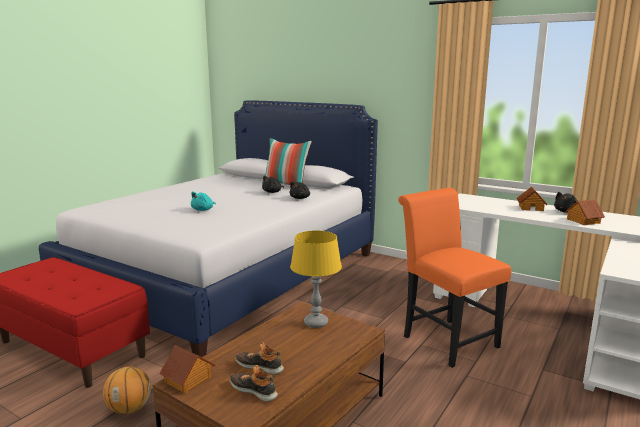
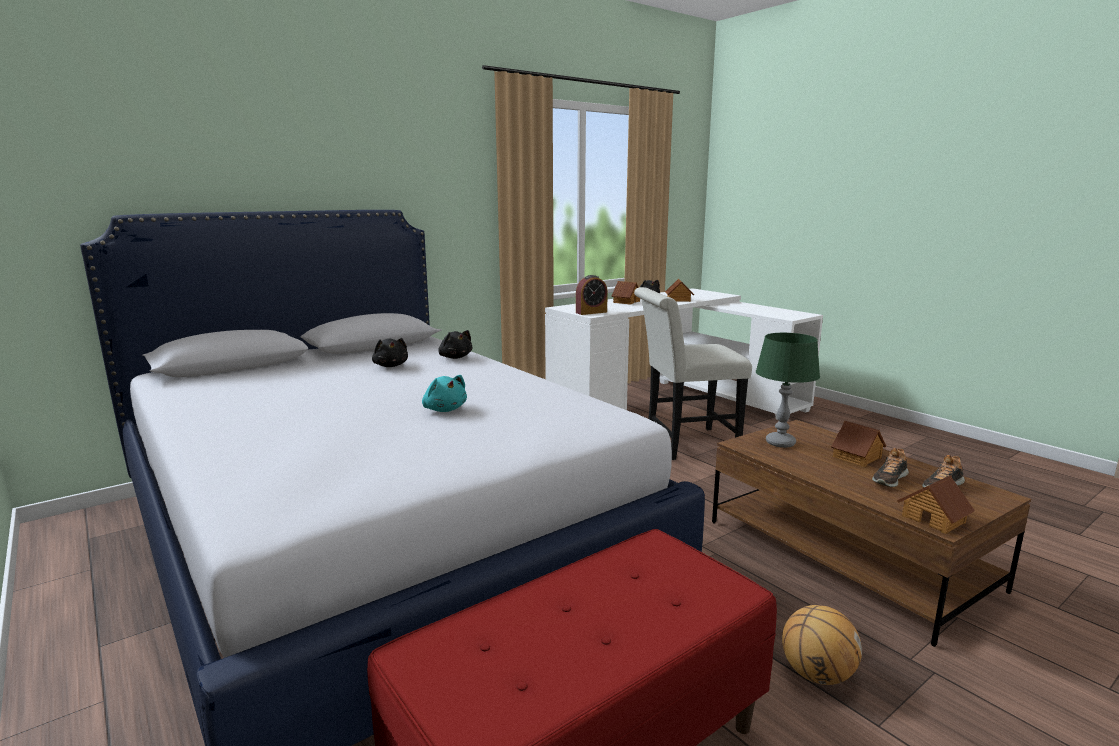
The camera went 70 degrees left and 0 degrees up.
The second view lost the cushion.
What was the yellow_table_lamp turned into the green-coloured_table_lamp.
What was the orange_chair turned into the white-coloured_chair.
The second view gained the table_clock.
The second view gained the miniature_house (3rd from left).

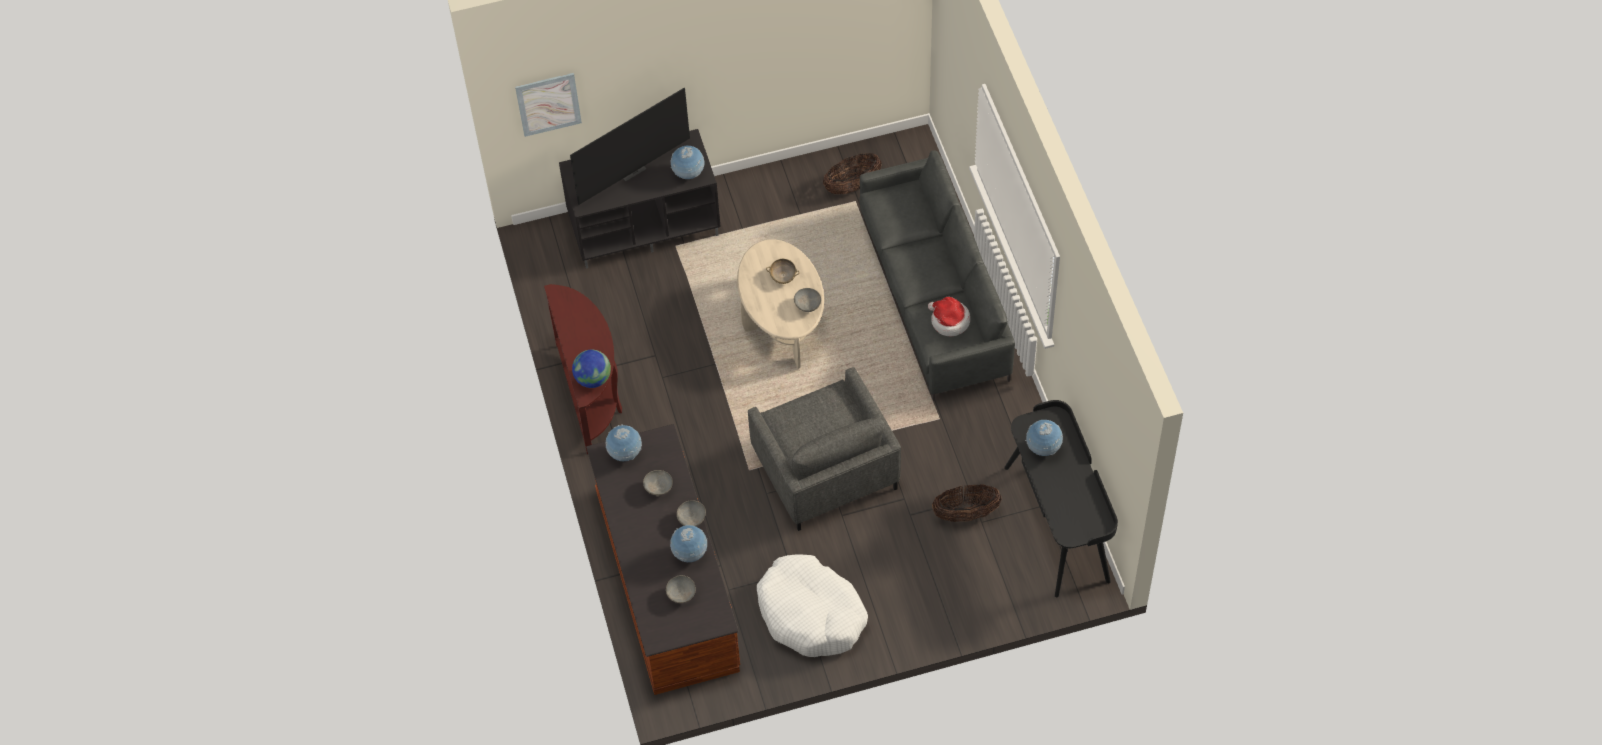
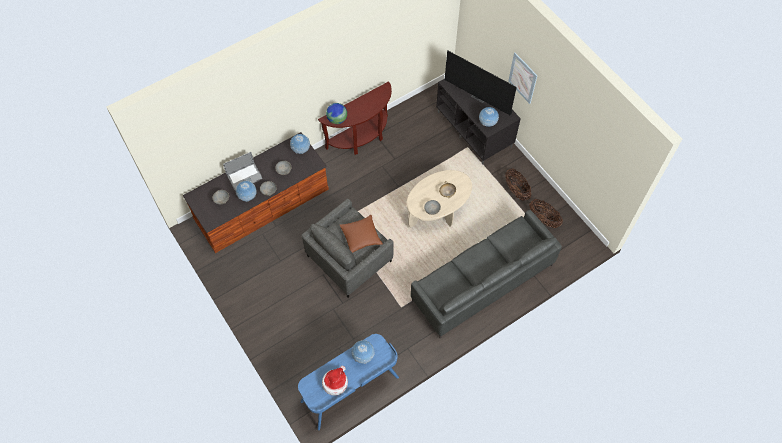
The camera went 70 degrees right and 5 degrees up.
The picture ended up elsewhere.
The second view lost the white-coloured_pet_bed.
The hat ended up elsewhere.
The basket (2nd from left in the first image) ended up elsewhere.
What was the black-coloured_desk_table turned into the bluish_desk_table.
The second view gained the laptop.
The second view gained the brown-coloured_cushion.

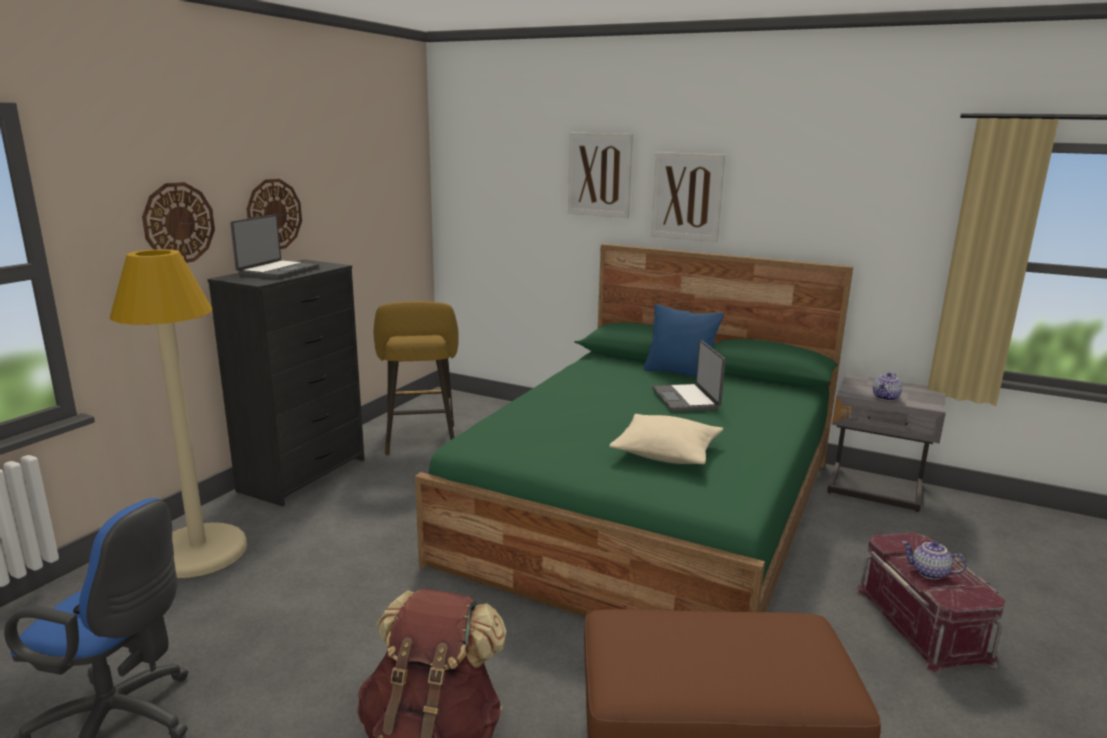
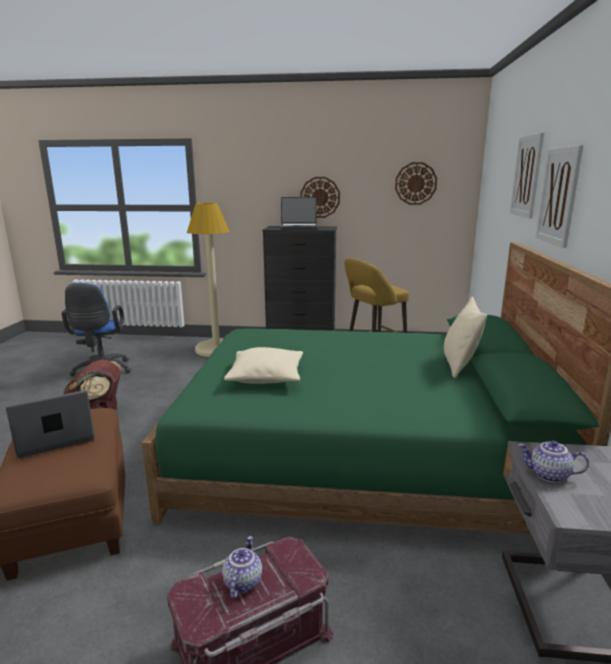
The camera went 70 degrees right and 0 degrees up.
The hanging_clock (1st from left in the first image) ended up elsewhere.
What was the bluish_cushion turned into the beige_cushion (2nd from left).
The laptop (2nd from left in the first image) ended up elsewhere.

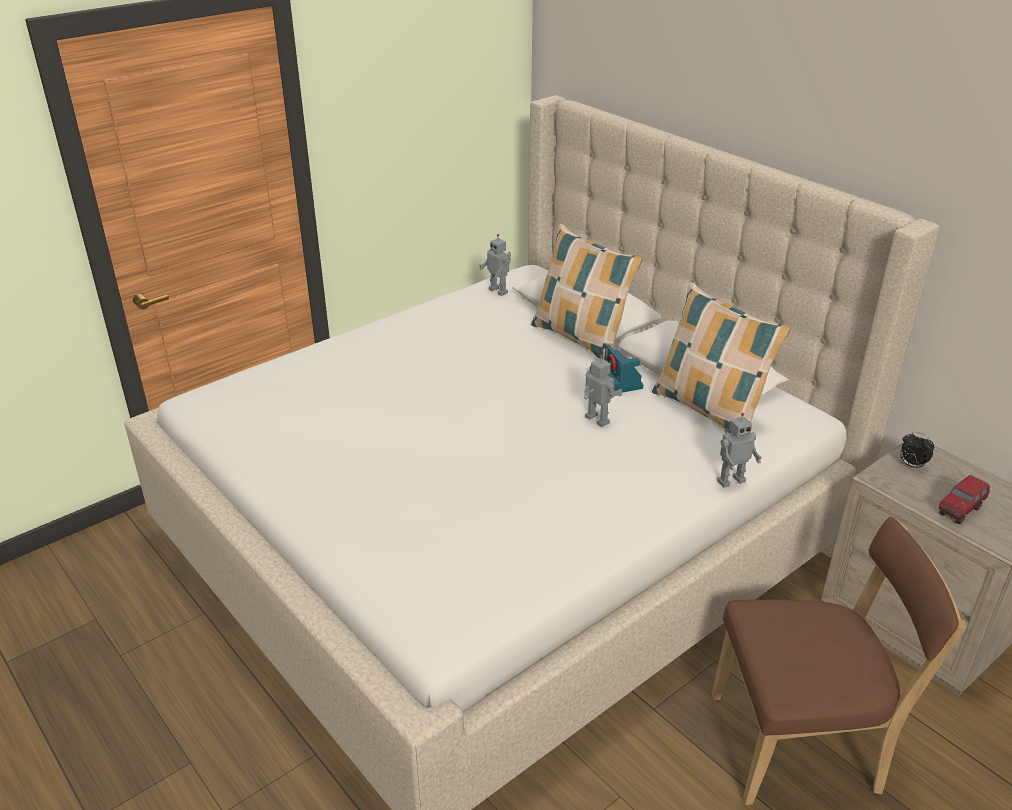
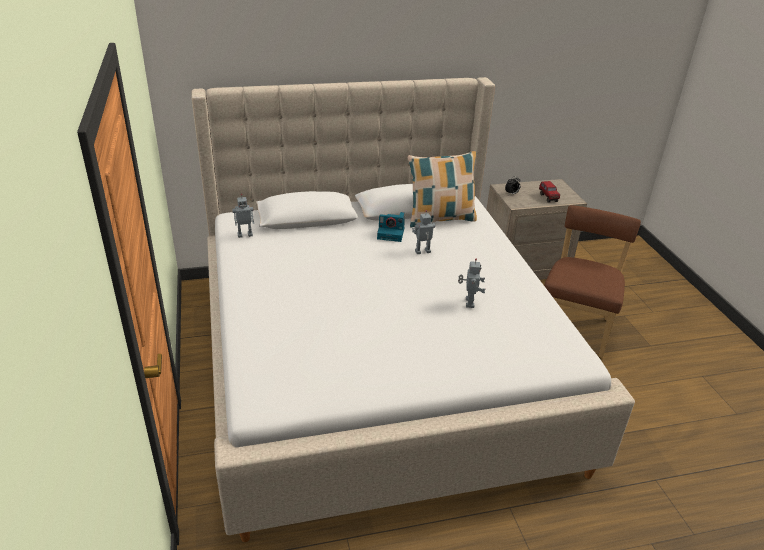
The camera went 65 degrees left and 0 degrees up.
The second view lost the cushion (1st from left).
The model_robot (3rd from left) ended up elsewhere.

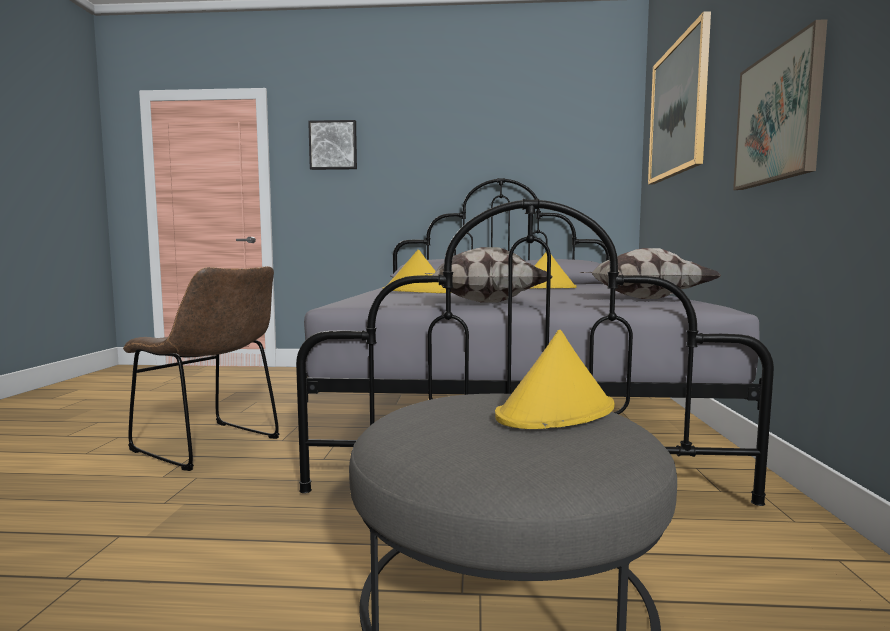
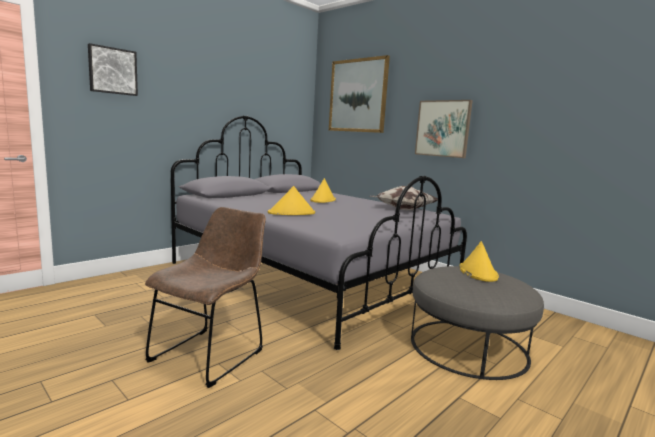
The camera went 50 degrees left and 5 degrees up.
The brown-coloured_chair ended up facing another way, 45 degrees counterclockwise from before.
The second view lost the cushion (1st from left).

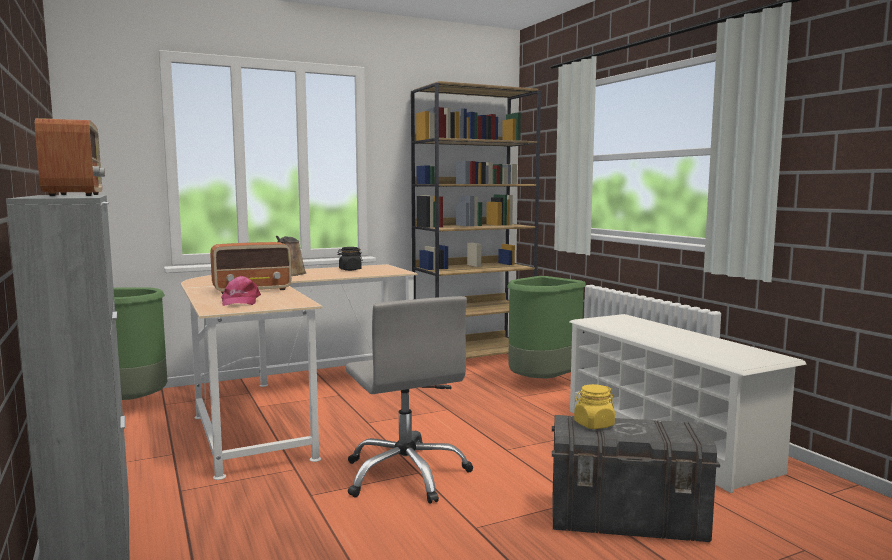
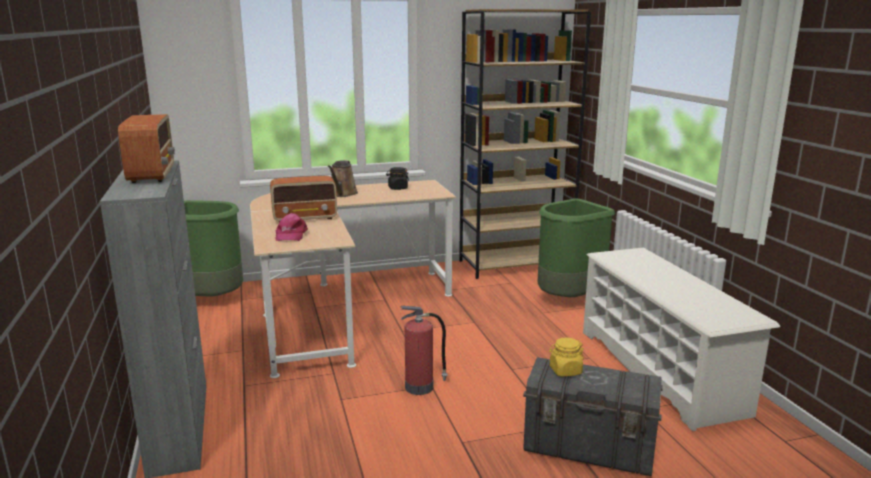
The camera went 10 degrees right and 10 degrees up.
Where the grey_computer_chair stood, the fire_extinguisher came to stand.

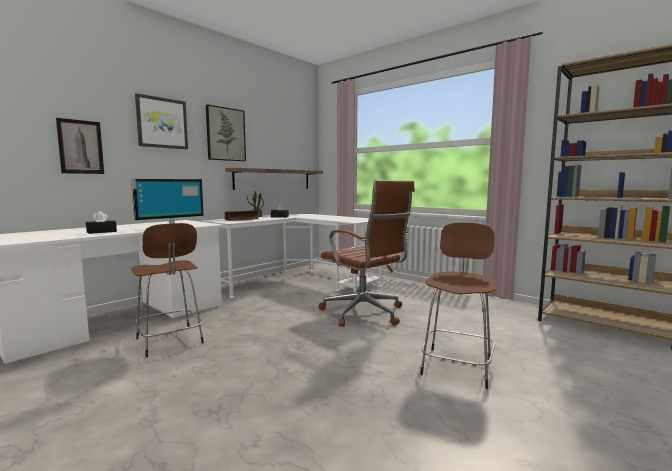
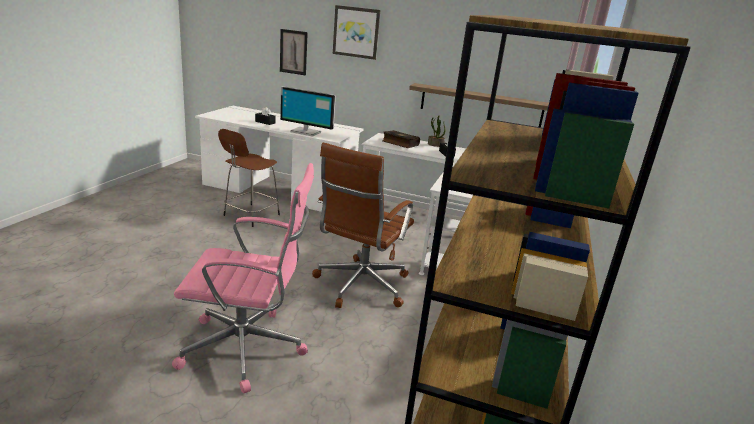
The camera went 65 degrees right and 15 degrees up.
The second view lost the picture (3rd from left).
Where the brown-coloured_sitting_stool (2nd from left) stood, the pinkish_computer_chair came to stand.

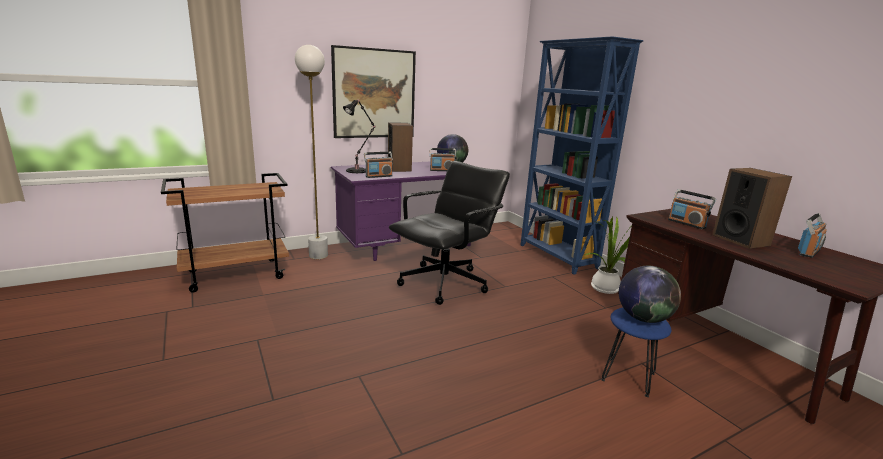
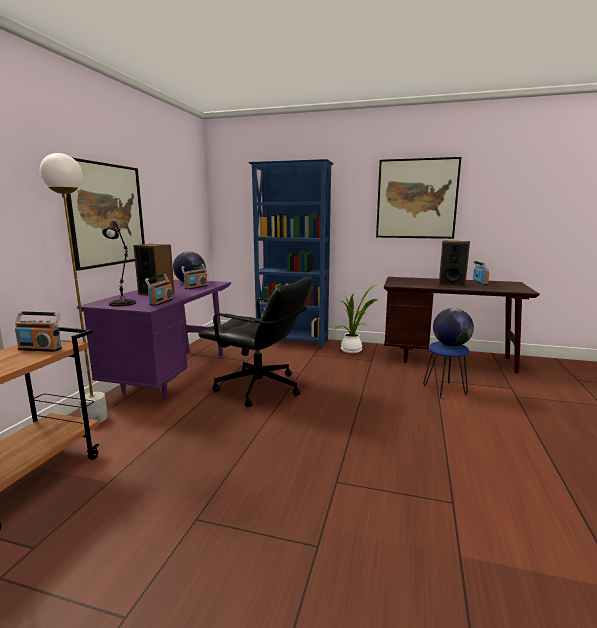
The camera went 45 degrees left and 5 degrees down.
The black-coloured_computer_chair ended up facing another way, 120 degrees clockwise from before.
The radio_receiver (3rd from left in the first image) ended up elsewhere.
The second view gained the picture (2nd from left).

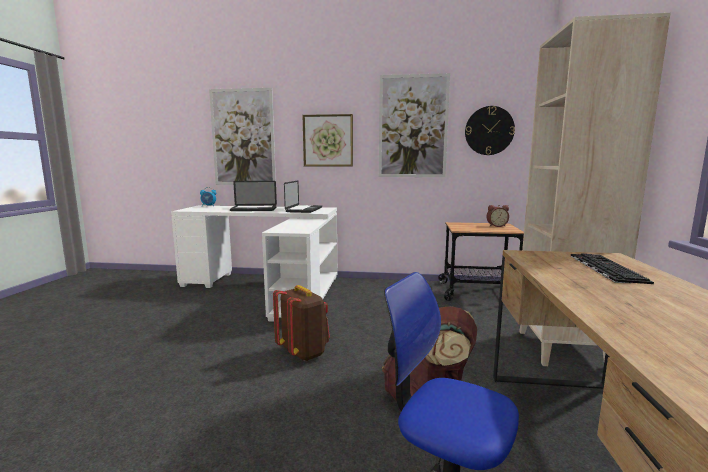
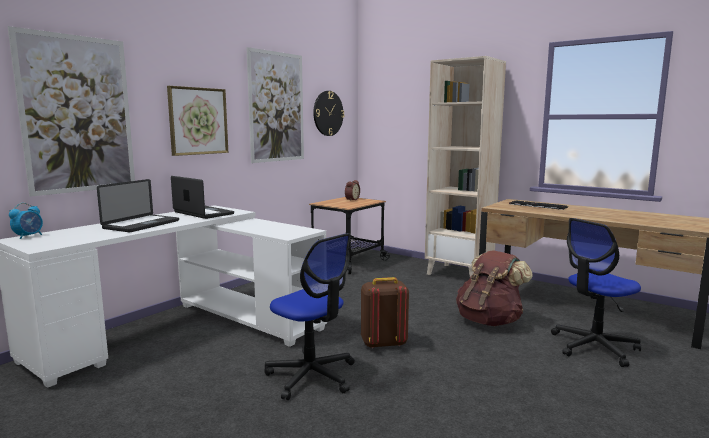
The camera went 60 degrees left and 0 degrees up.
The second view gained the computer_chair (1st from left).

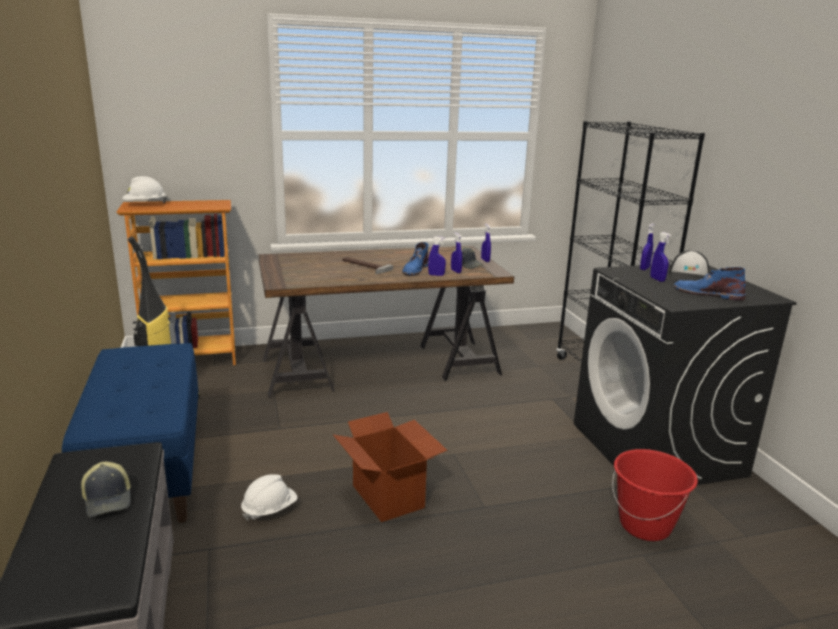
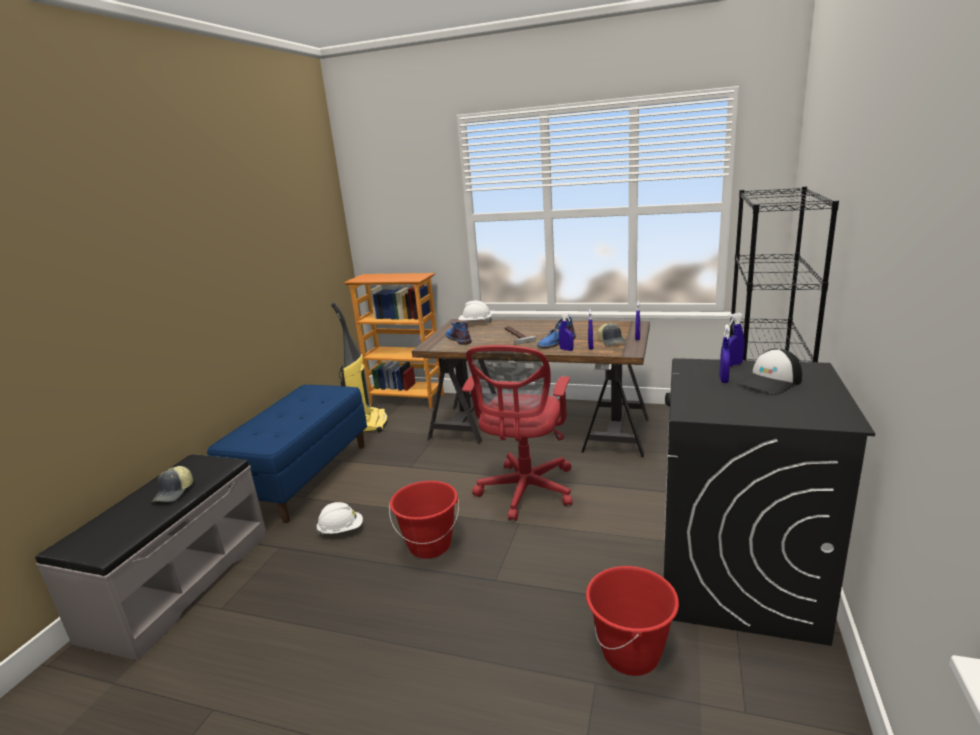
The camera went 35 degrees right and 0 degrees up.
The white-coloured_safety_helmet (1st from left in the first image) ended up elsewhere.
Where the carton stood, the reddish_pail (1st from left) came to stand.
The bluish_high-top_boot (2nd from left in the first image) ended up elsewhere.
The second view gained the reddish_computer_chair.

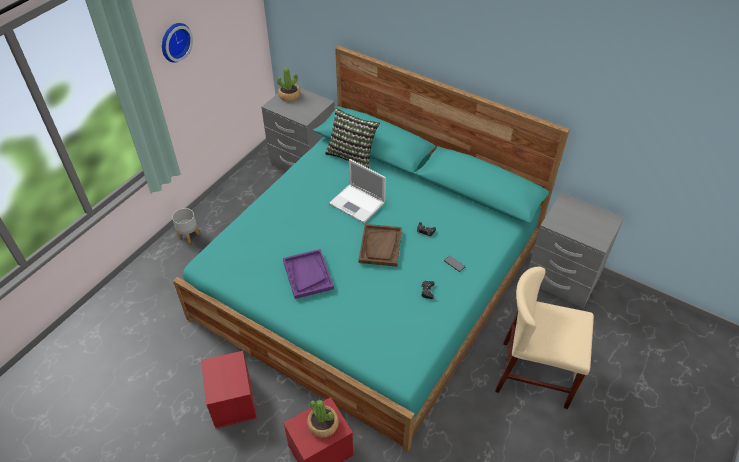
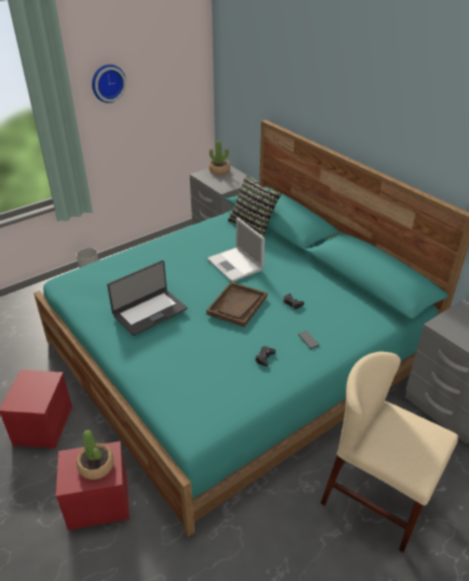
The camera went 20 degrees right and 10 degrees down.
Where the purplish_carrying_tray stood, the laptop (1st from left) came to stand.

